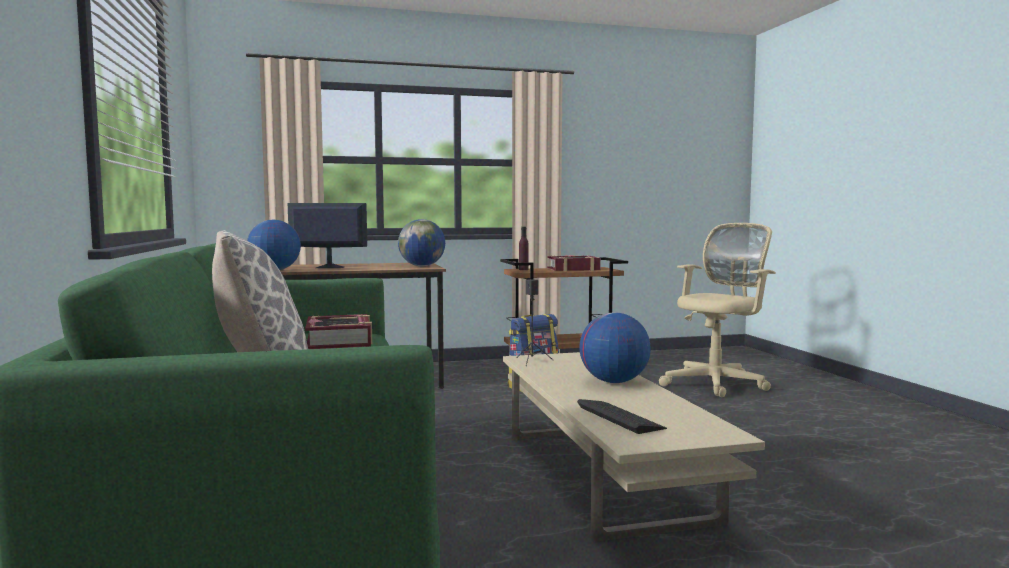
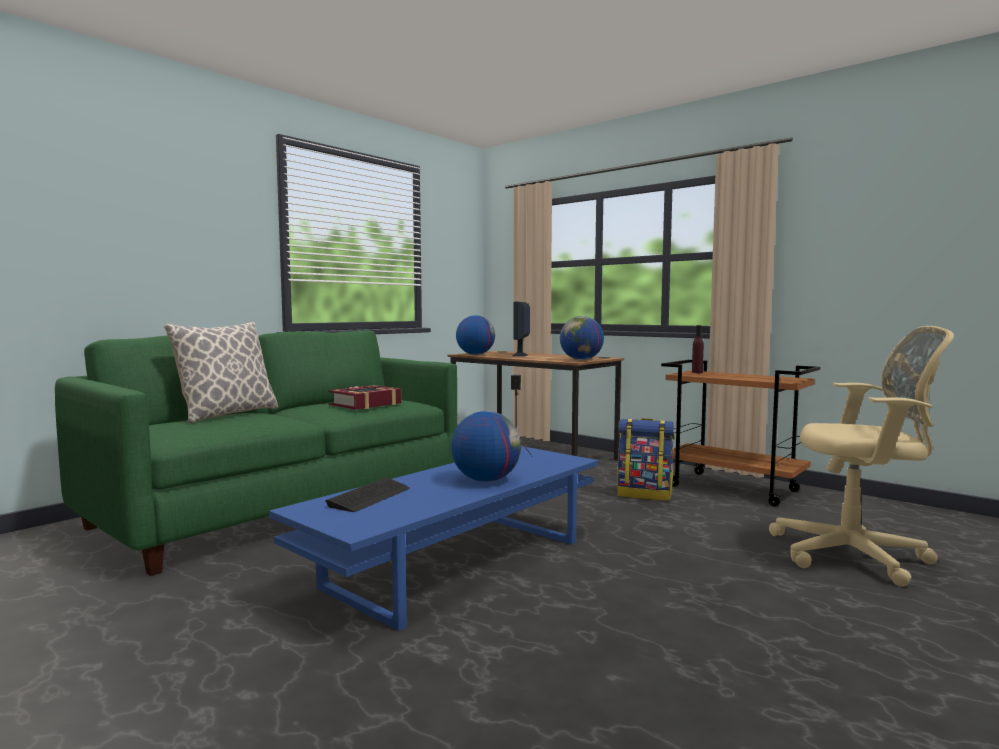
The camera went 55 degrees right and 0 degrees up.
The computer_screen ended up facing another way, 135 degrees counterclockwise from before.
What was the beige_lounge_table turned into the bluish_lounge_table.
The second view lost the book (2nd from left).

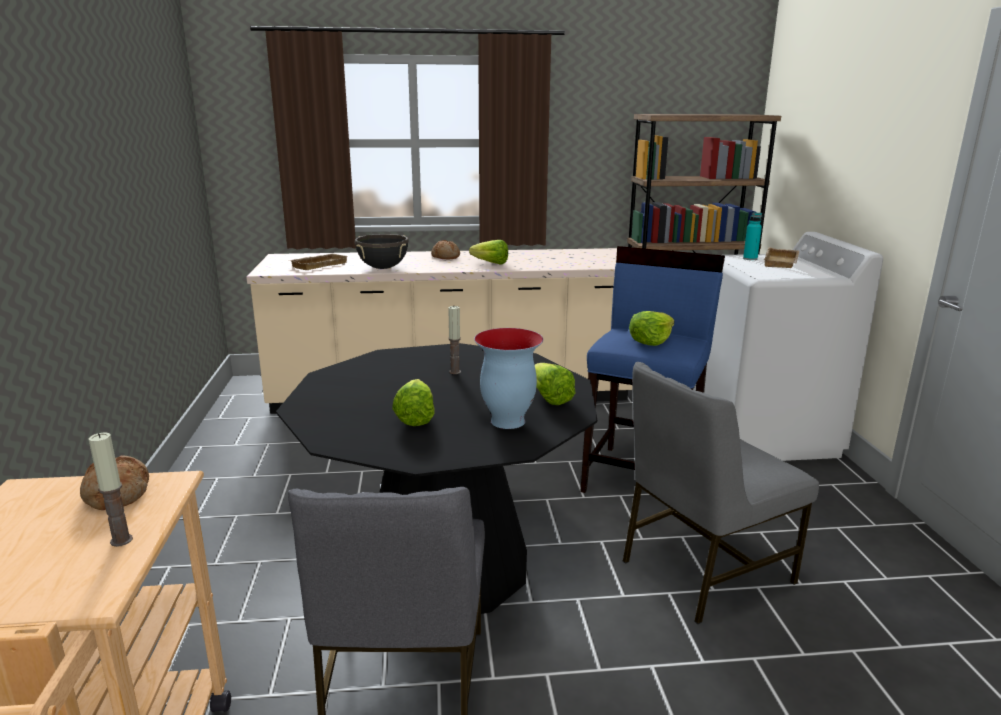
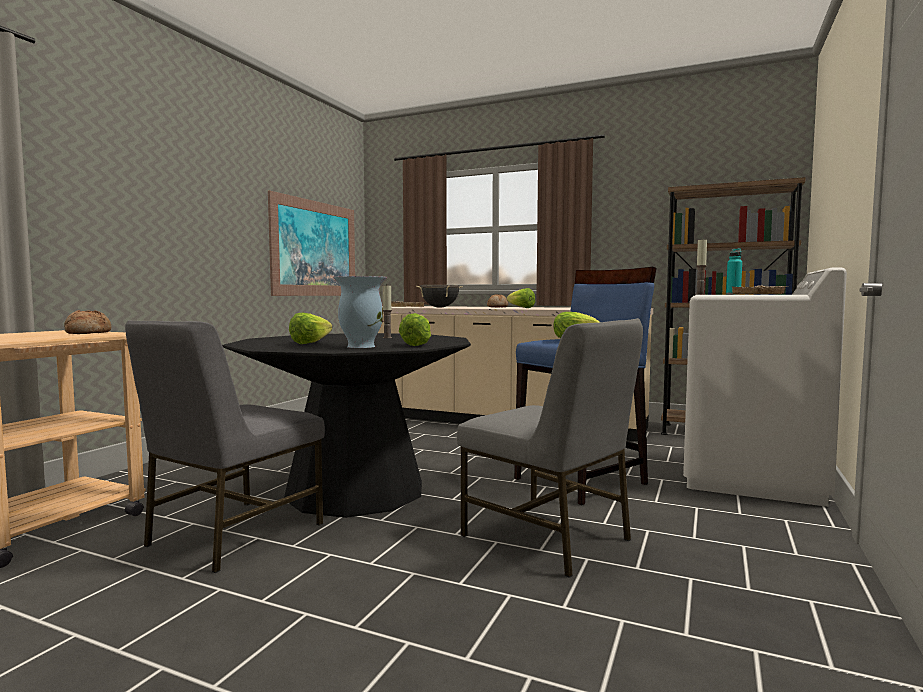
The camera went 30 degrees right and 15 degrees down.
The candle (1st from left in the first image) ended up elsewhere.
The grey_chair (2nd from left) ended up facing another way, 135 degrees counterclockwise from before.
The second view gained the picture.

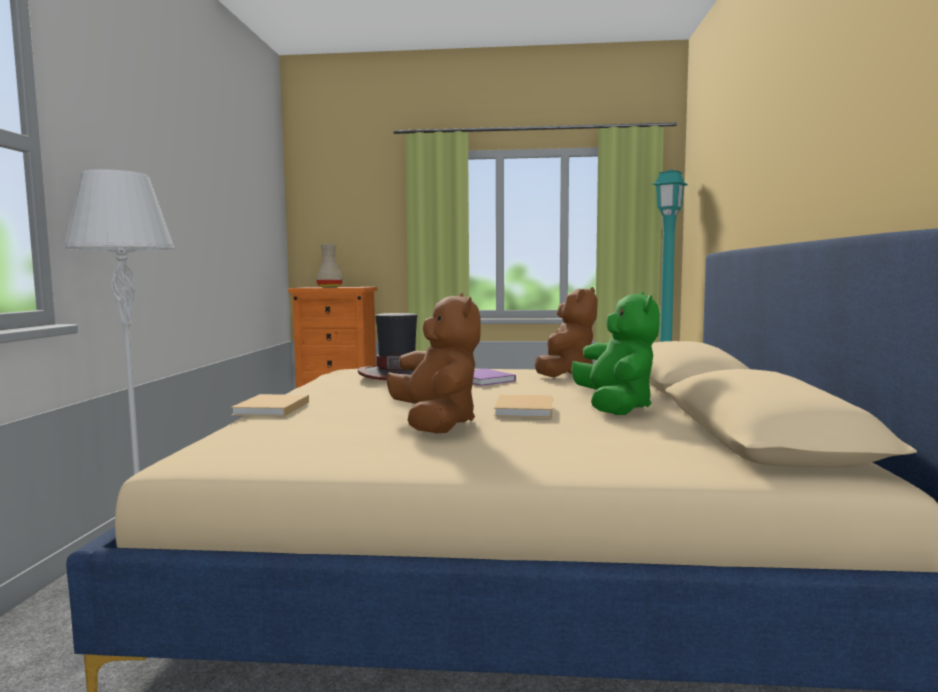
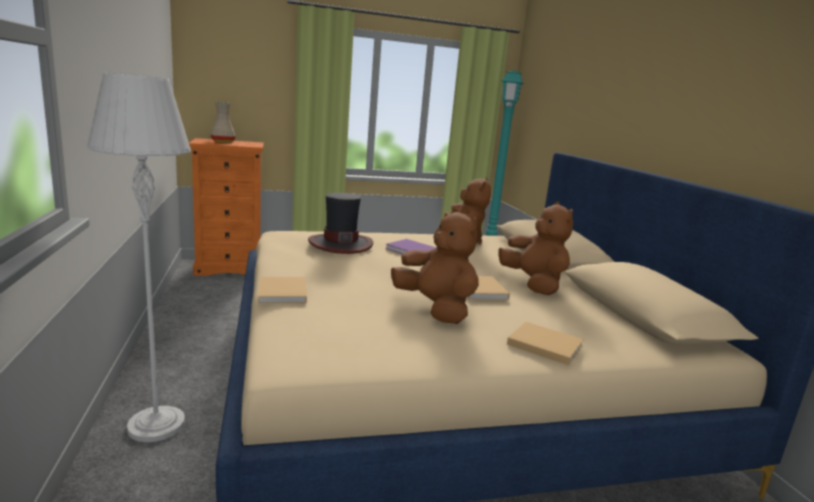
The camera went 20 degrees left and 10 degrees up.
What was the green-coloured_plush_toy turned into the brown-coloured_plush_toy (3rd from left).
The second view gained the beige_book (3rd from left).

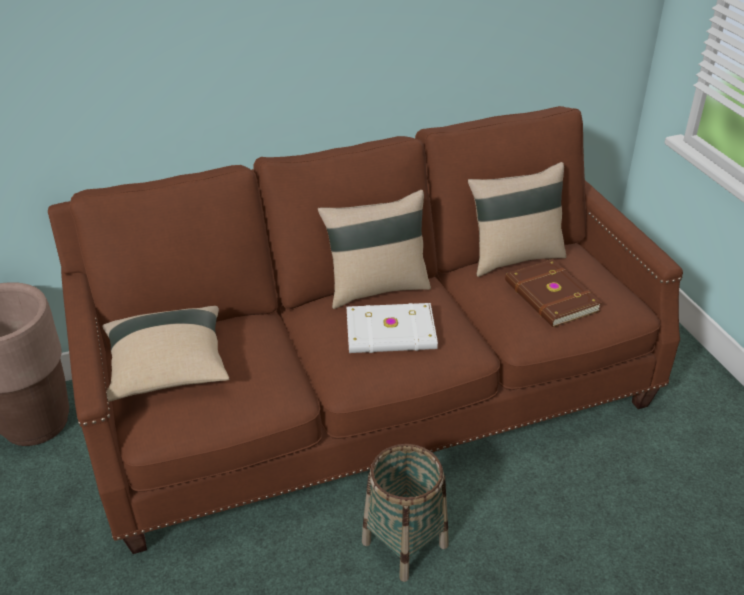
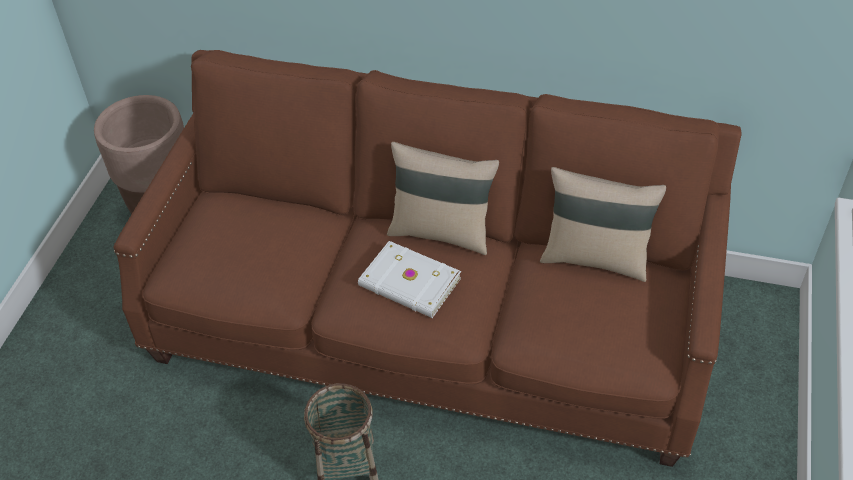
The camera went 35 degrees right and 10 degrees up.
The second view lost the beige_cushion (1st from left).
The second view lost the brown-coloured_book.

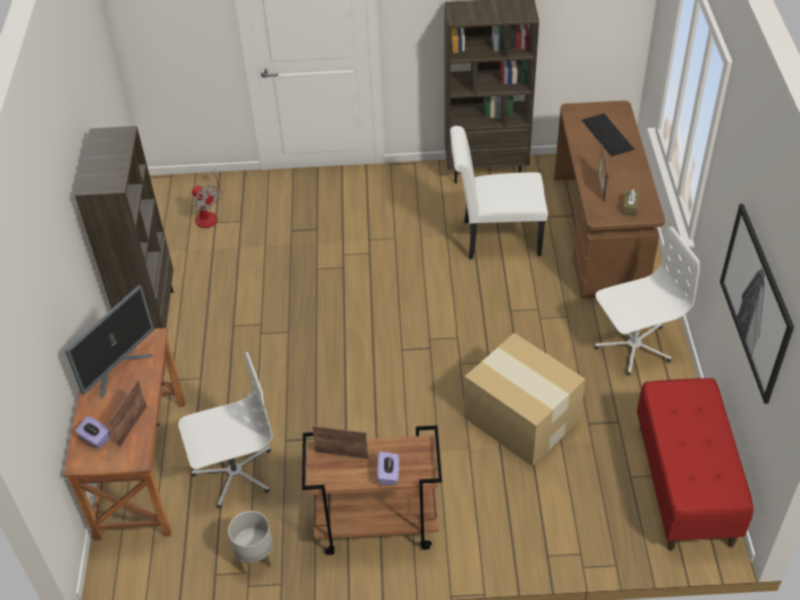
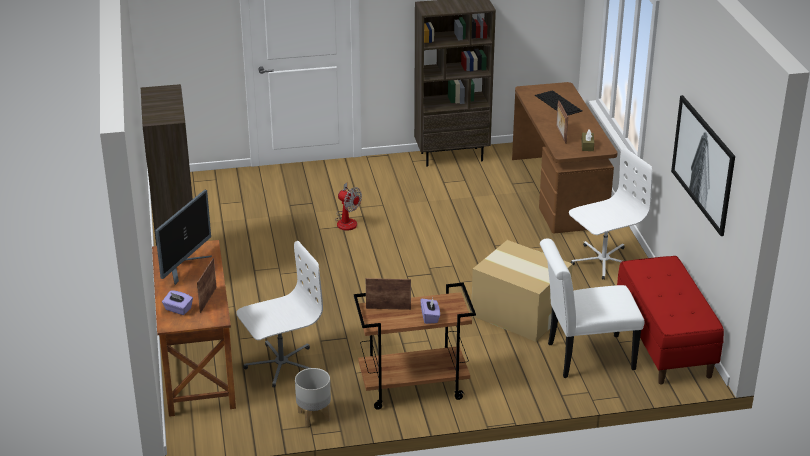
The camera went 10 degrees left and 15 degrees down.
The cooling_fan ended up elsewhere.
The white-coloured_chair ended up elsewhere.

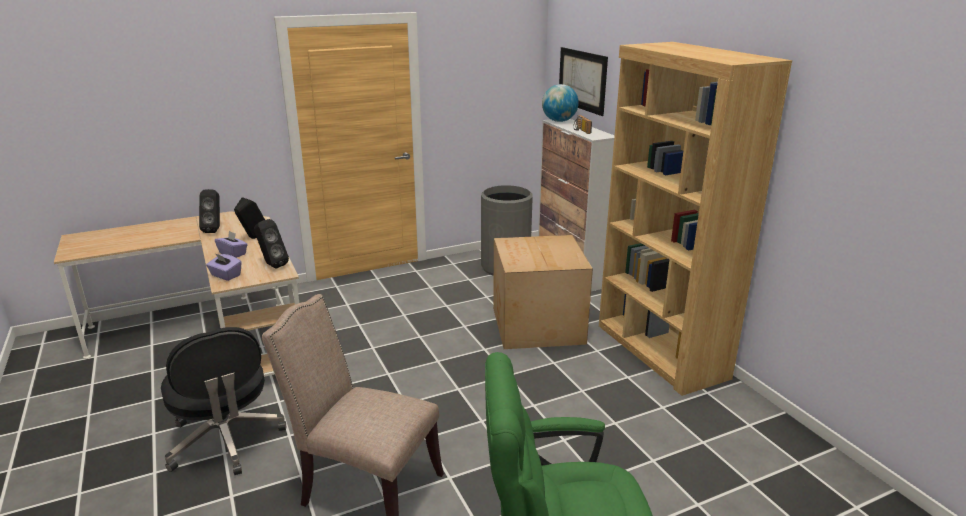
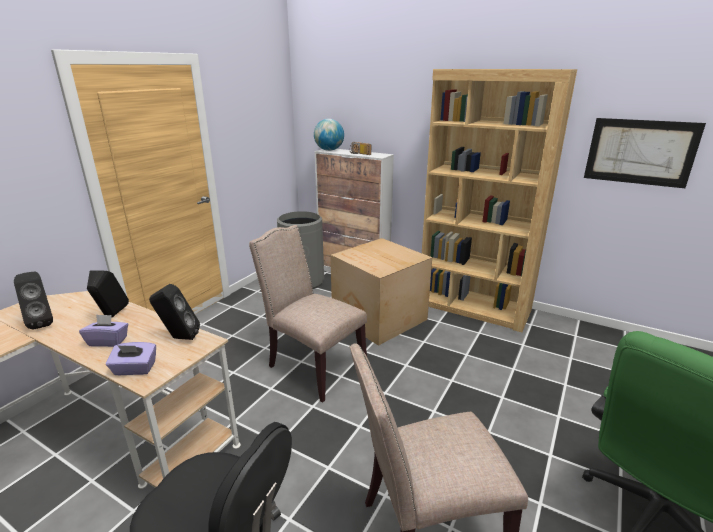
The camera went 35 degrees left and 0 degrees up.
The picture ended up elsewhere.
The second view gained the beige_chair (1st from left).

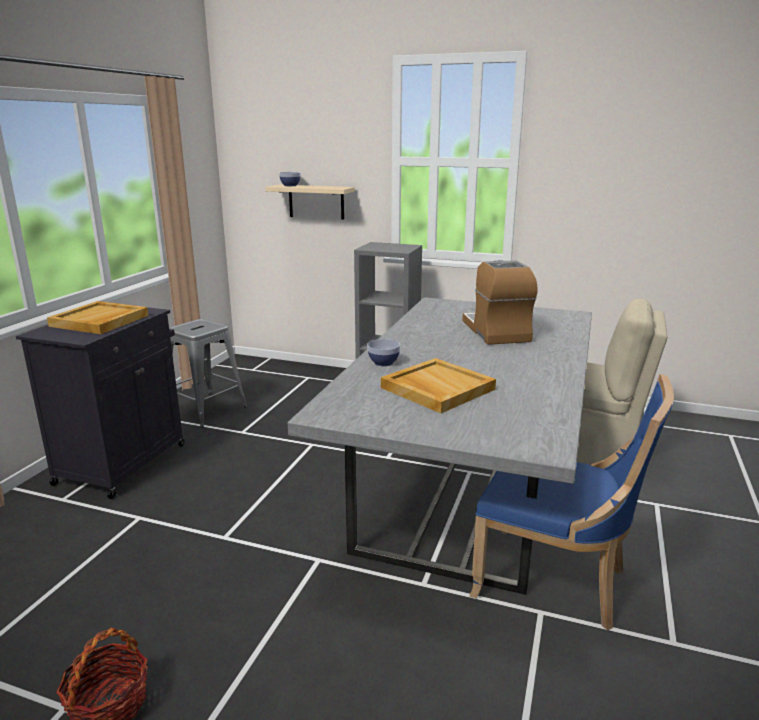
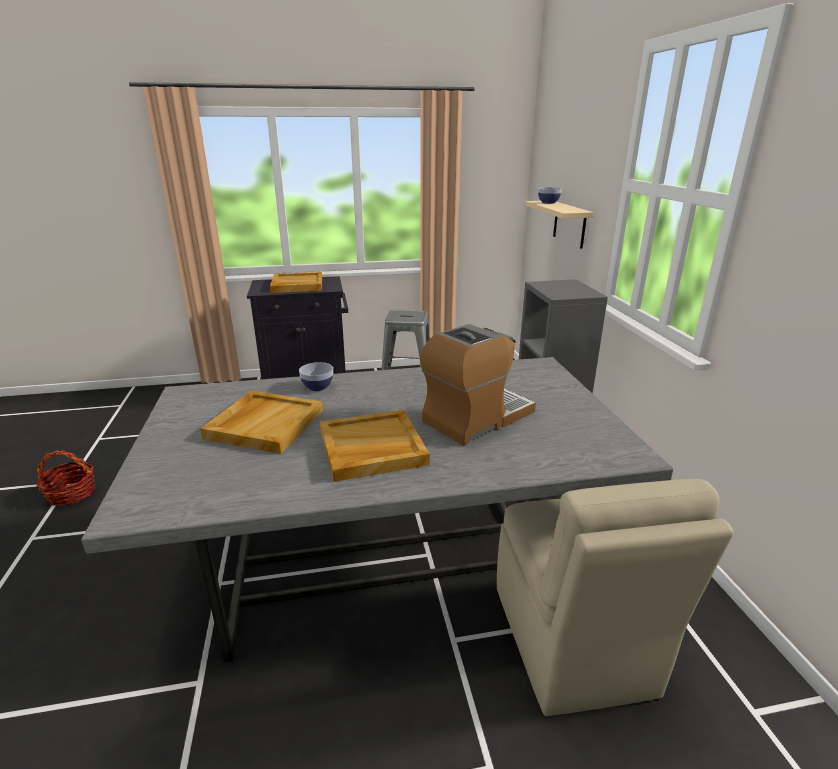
The camera went 60 degrees right and 5 degrees up.
The second view lost the bluish_chair.
The second view gained the beige_carrying_tray (3rd from left).

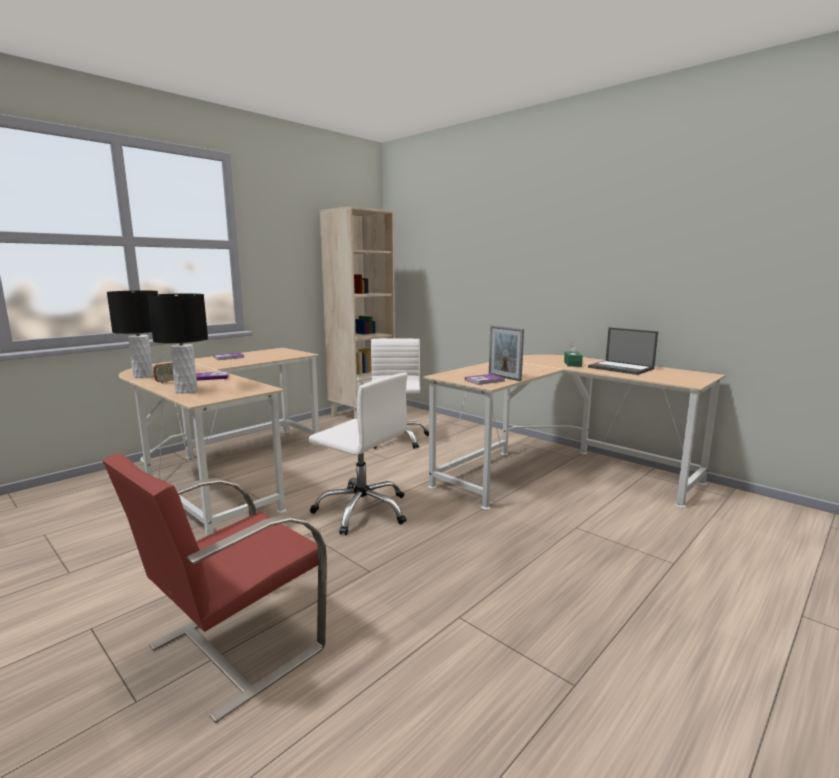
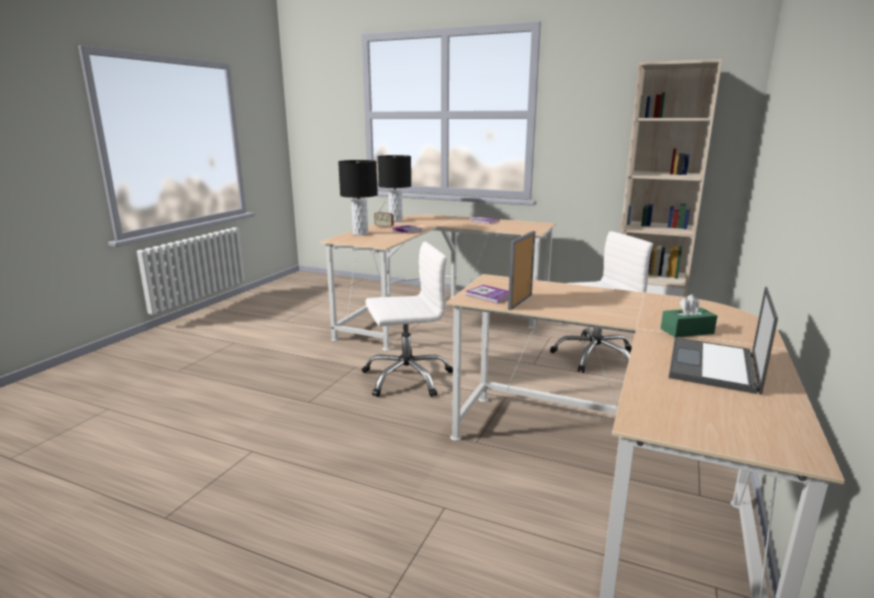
The camera went 70 degrees right and 5 degrees up.
The second view lost the reddish_chair.
The white-coloured_computer_chair (1st from left) ended up facing another way, 120 degrees counterclockwise from before.

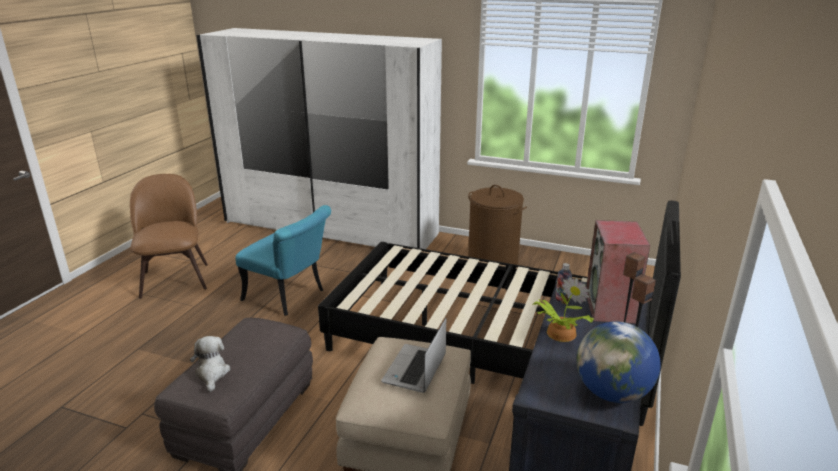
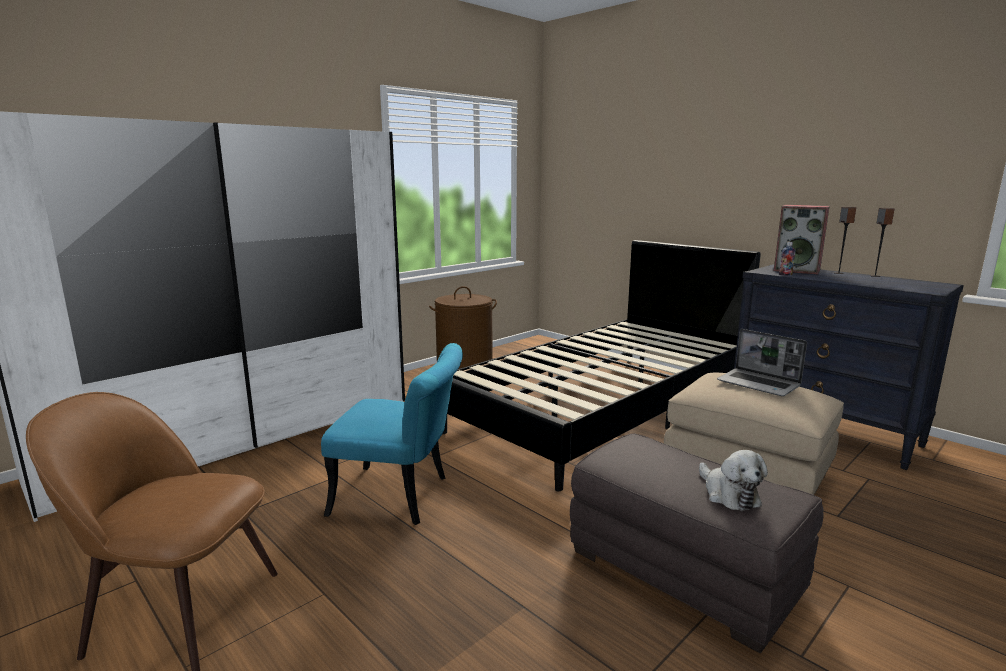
The camera went 65 degrees left and 10 degrees down.
The plush_toy ended up facing another way, 120 degrees counterclockwise from before.
The blue-green_chair ended up facing another way, 45 degrees clockwise from before.
The second view lost the plant_in_a_pot.
The second view lost the desk_globe.

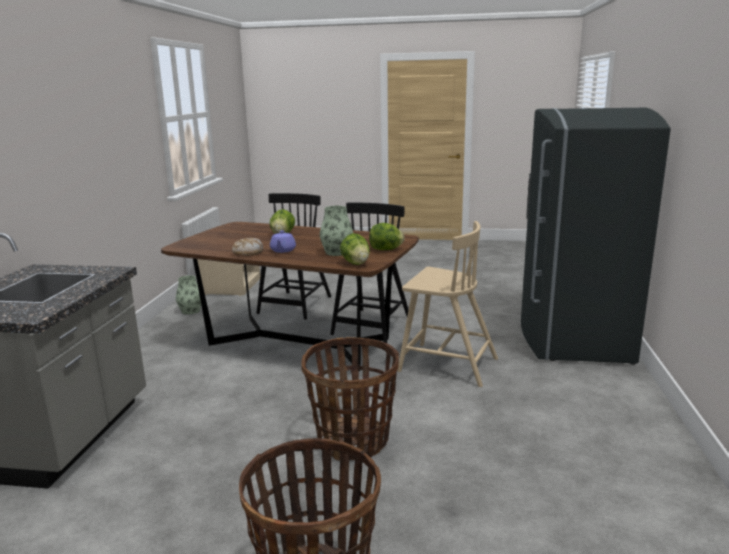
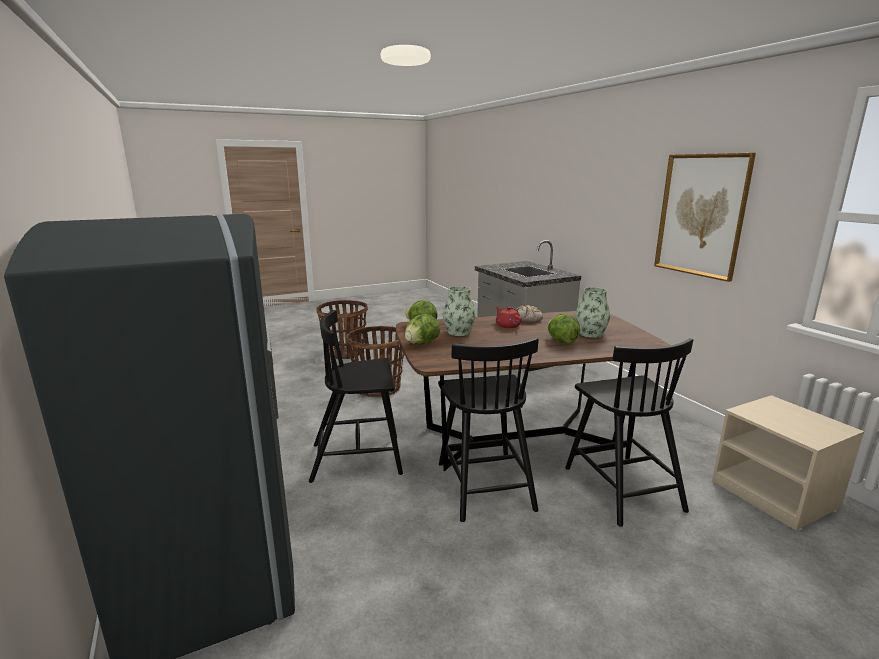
The camera went 145 degrees right and 0 degrees up.
The flower_vase (1st from left in the first image) ended up elsewhere.
What was the purplish_teapot turned into the reddish_teapot.
What was the beige_chair turned into the black-coloured_chair (1st from left).
The second view gained the picture.

